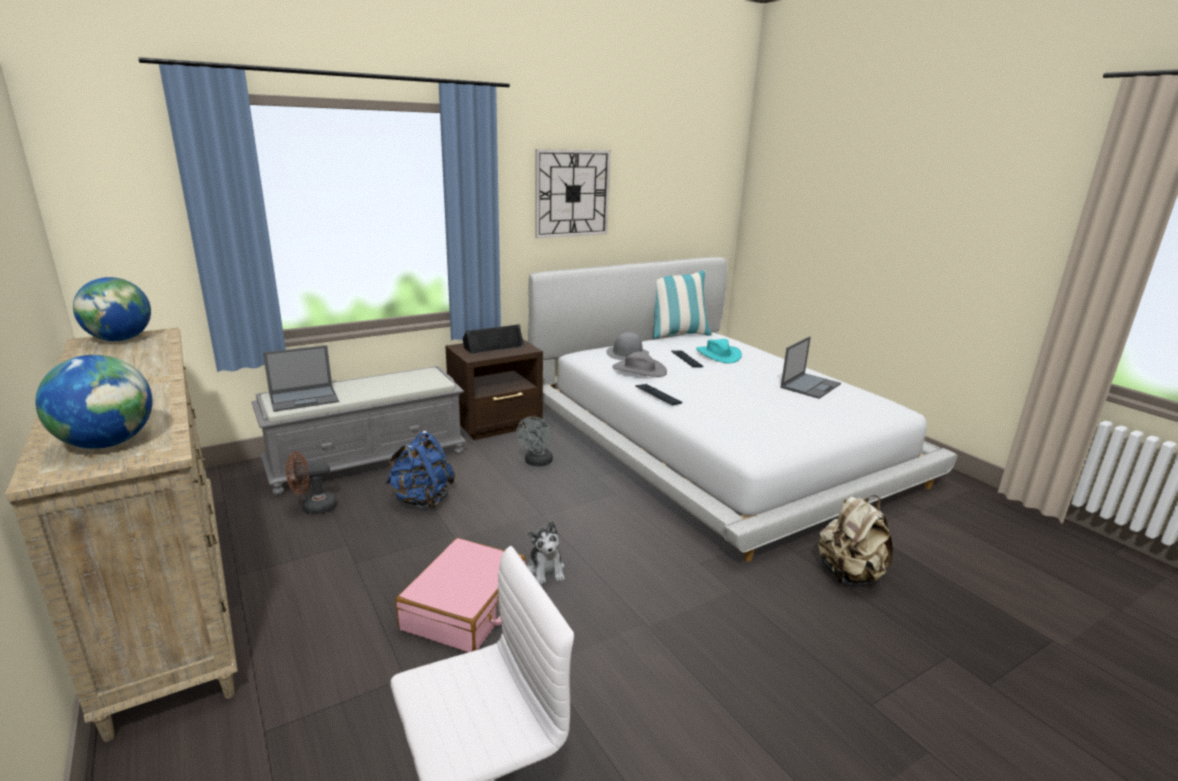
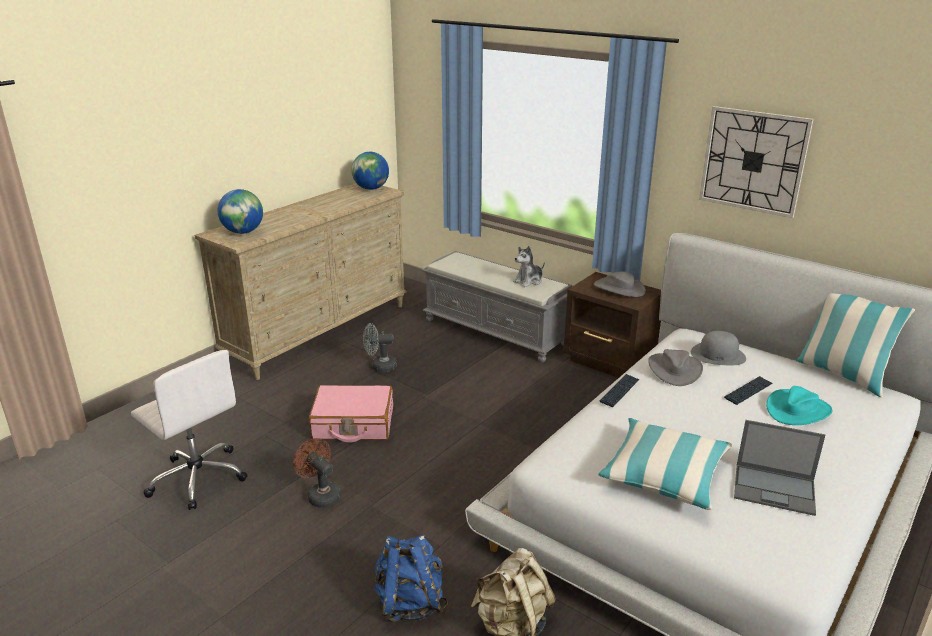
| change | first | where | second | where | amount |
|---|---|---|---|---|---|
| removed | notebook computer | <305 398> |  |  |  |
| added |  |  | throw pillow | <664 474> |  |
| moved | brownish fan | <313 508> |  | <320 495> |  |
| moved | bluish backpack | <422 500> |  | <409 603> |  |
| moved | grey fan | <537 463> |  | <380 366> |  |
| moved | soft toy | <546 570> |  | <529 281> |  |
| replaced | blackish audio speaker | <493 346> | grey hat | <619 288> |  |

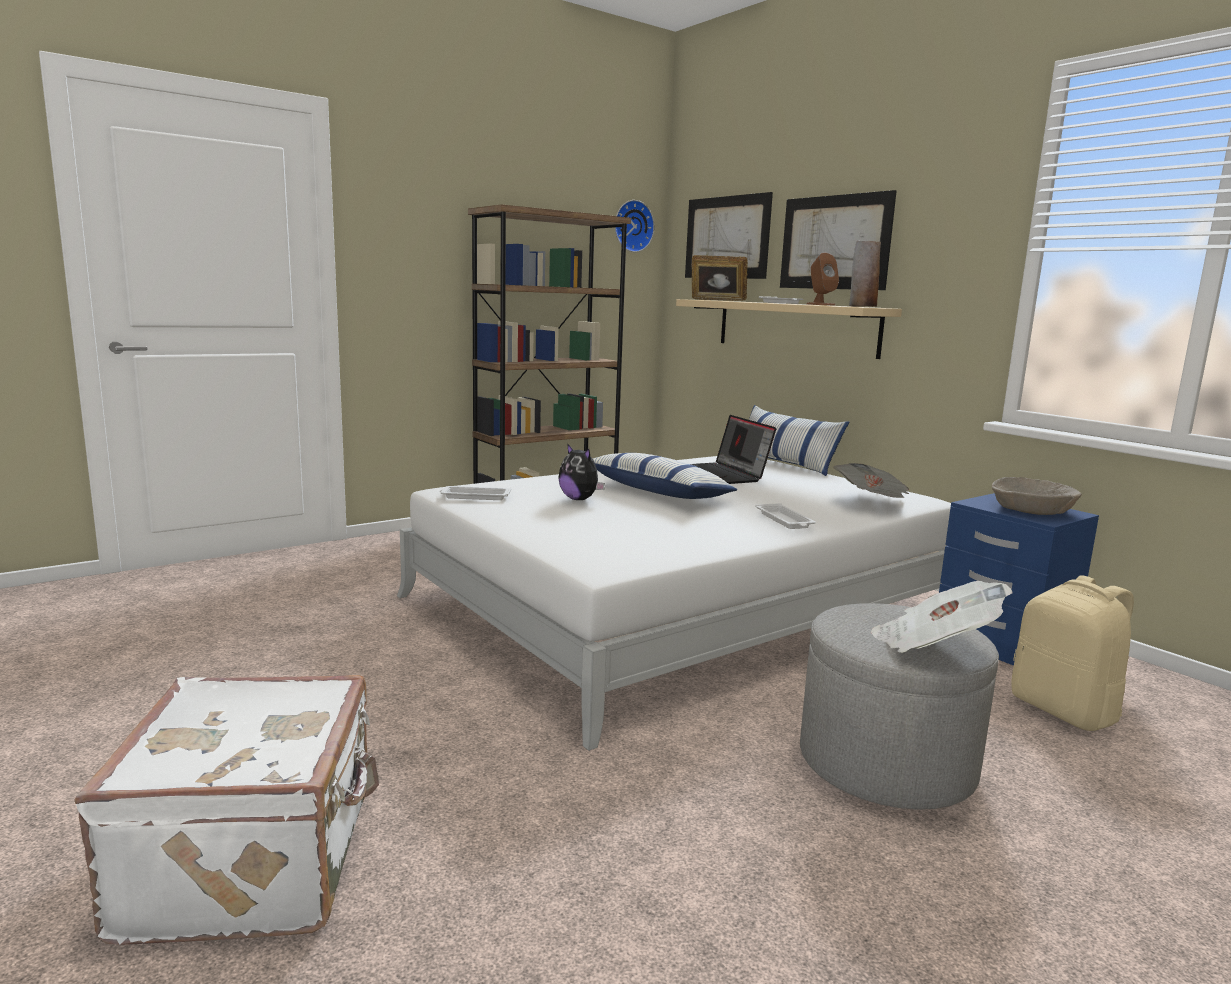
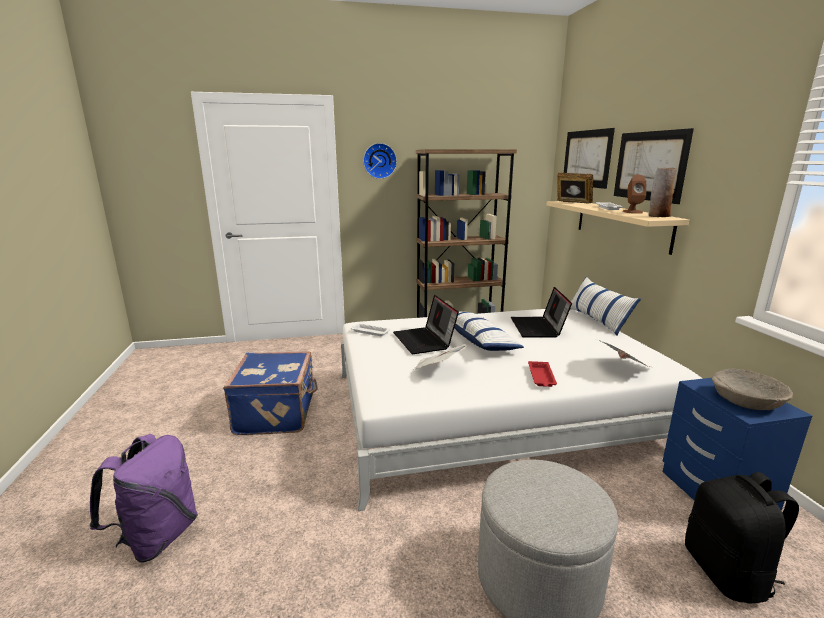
| change | first | where | second | where | amount |
|---|---|---|---|---|---|
| added |  |  | bluish piece of luggage | <277 413> |  |
| moved | wall clock | <632 226> |  | <379 161> |  |
| moved | printed paper | <933 645> |  | <438 370> |  |
| replaced | white-coloured piece of luggage | <257 861> | purple backpack | <157 537> |  |
| replaced | soft toy | <580 499> | notebook computer | <425 341> |  |
| recoloured | white-coloured serving tray | <784 521> | red serving tray | <541 377> |  |
| recoloured | beige backpack | <1065 711> | blackish backpack | <727 573> |  |

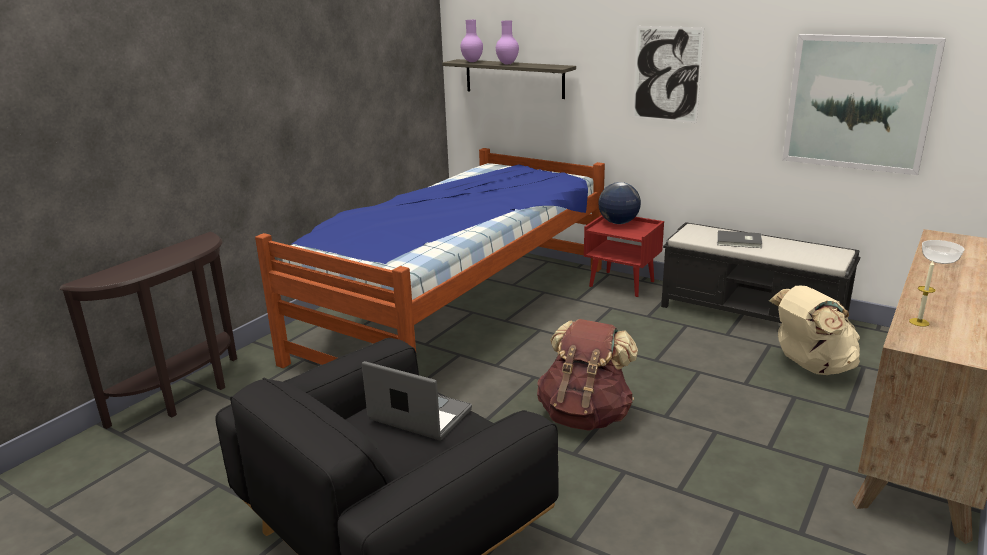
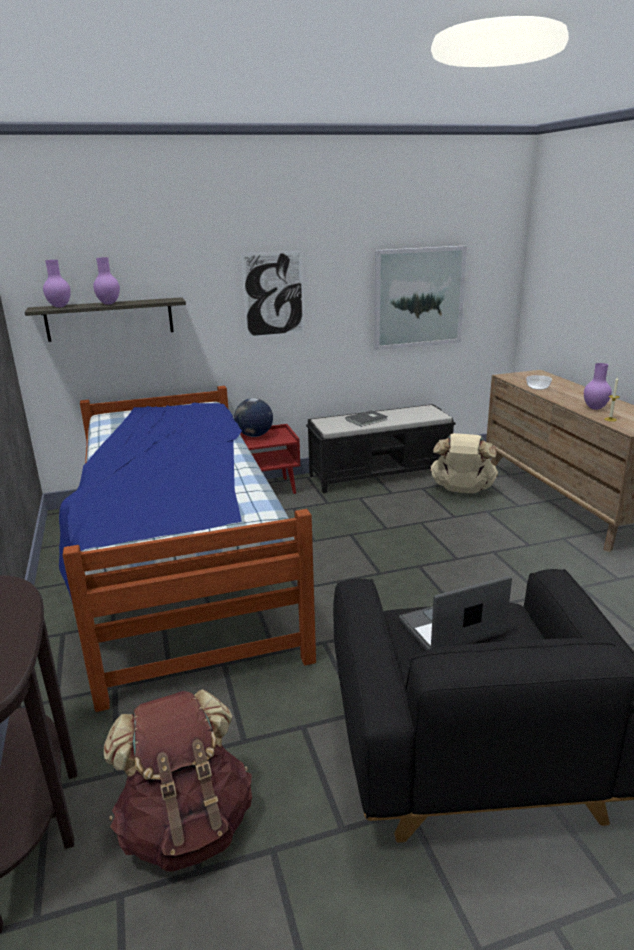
| change | first | where | second | where | amount |
|---|---|---|---|---|---|
| added |  |  | purple flower vase | <595 408> |  |
| moved | brownish backpack | <585 415> |  | <186 825> |  |

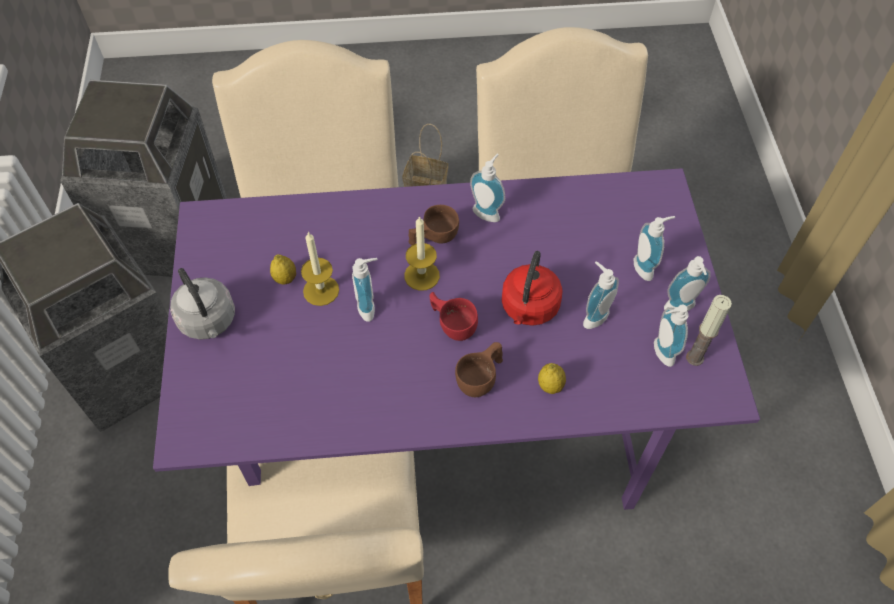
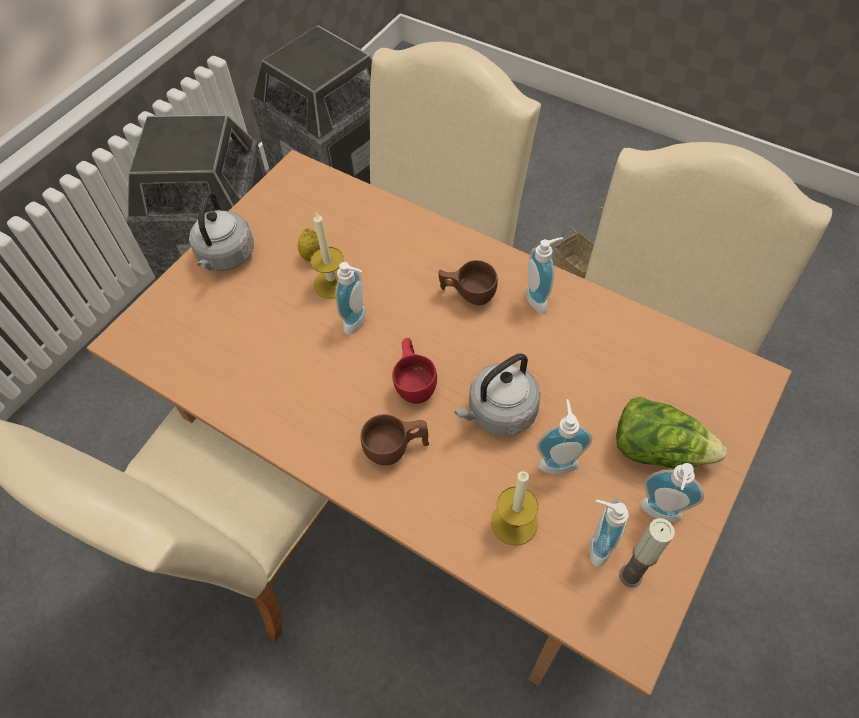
| change | first | where | second | where | amount |
|---|---|---|---|---|---|
| removed | lemon | <550 386> |  |  |  |
| moved | wax light | <422 275> |  | <514 522> |  |
| replaced | soap bottle | <646 267> | lettuce head | <658 448> |  |
| recoloured | purple kitchen table | <449 414> | brownish kitchen table | <439 479> |  |
| recoloured | red tea kettle | <529 309> | grey tea kettle | <499 413> |  |

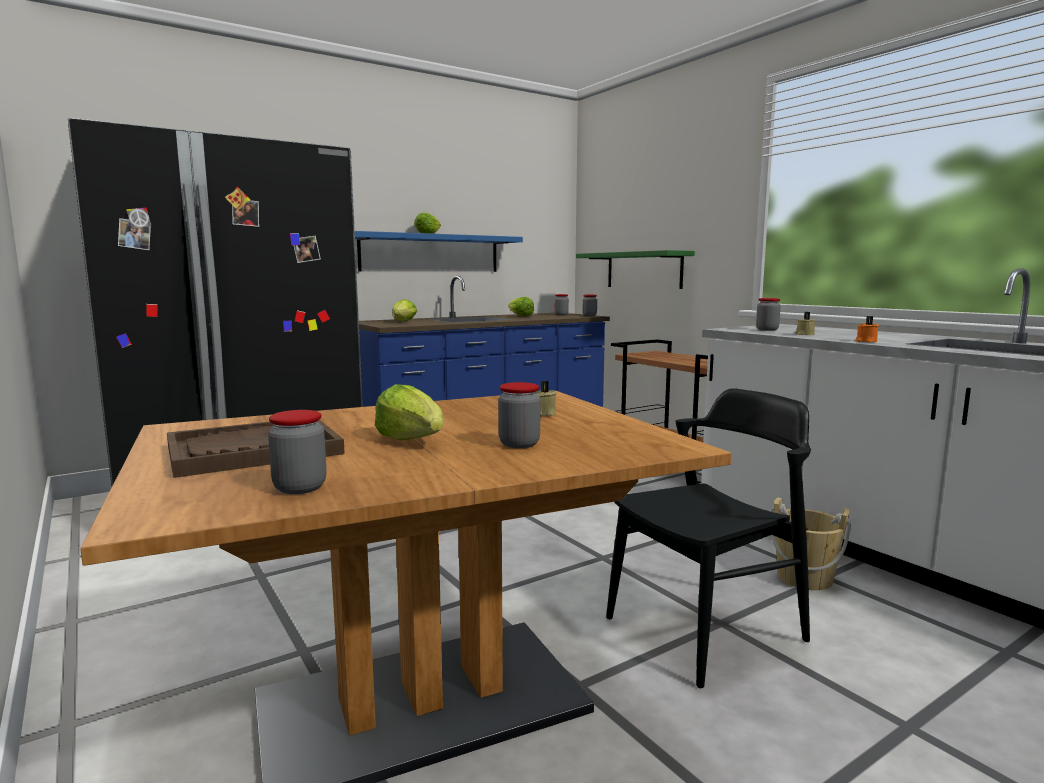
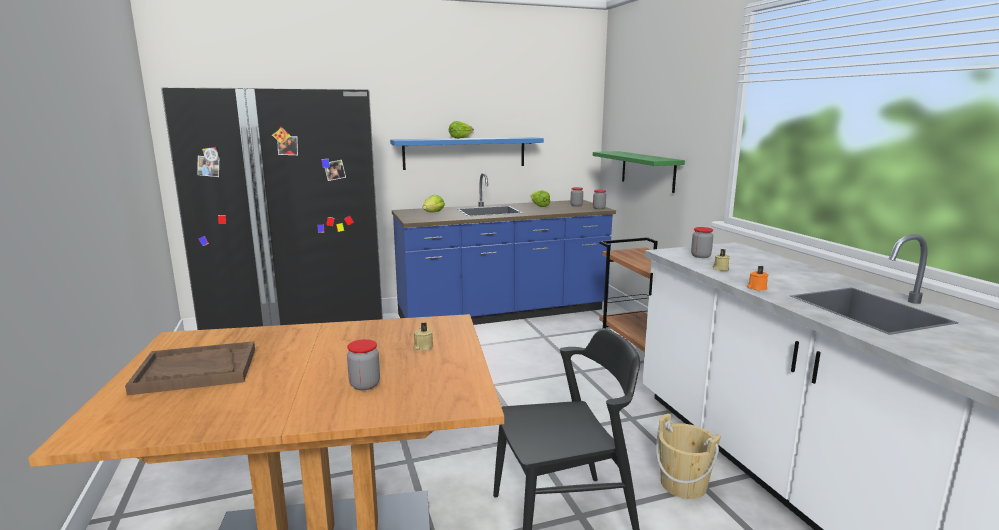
| change | first | where | second | where | amount |
|---|---|---|---|---|---|
| removed | jar | <300 487> |  |  |  |
| removed | lettuce head | <412 440> |  |  |  |

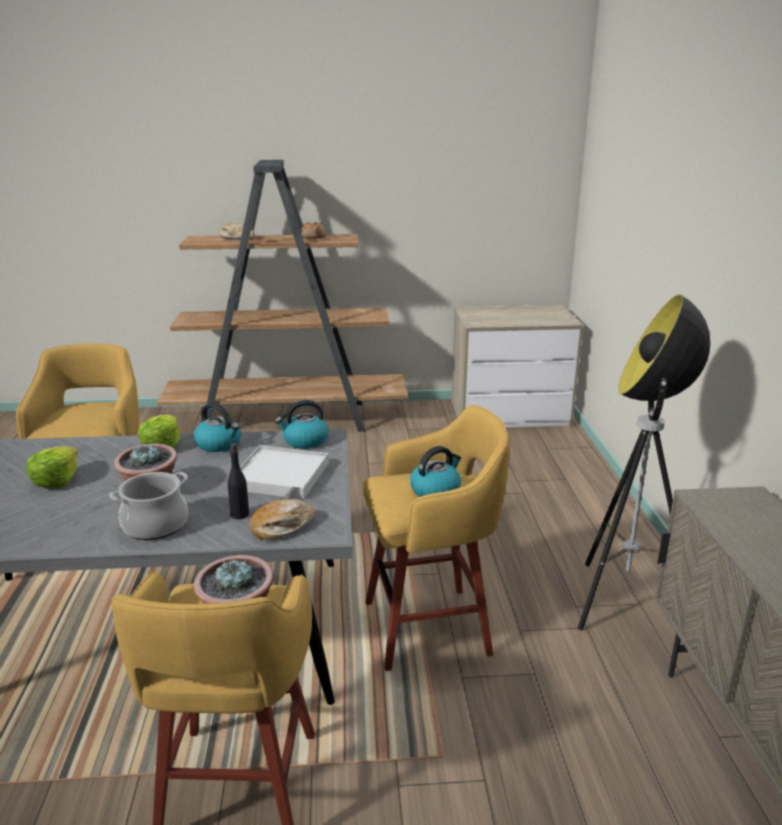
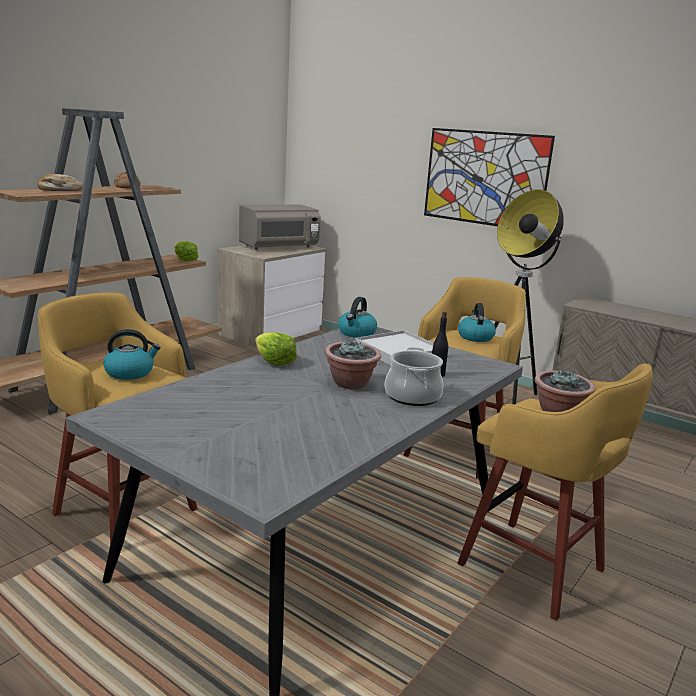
| change | first | where | second | where | amount |
|---|---|---|---|---|---|
| removed | bread | <282 526> |  |  |  |
| added |  |  | grey kitchen microwave | <279 247> |  |
| added |  |  | picture | <484 178> |  |
| moved | lettuce head | <56 480> |  | <185 259> |  |
| moved | tea kettle | <219 444> |  | <130 373> |  |

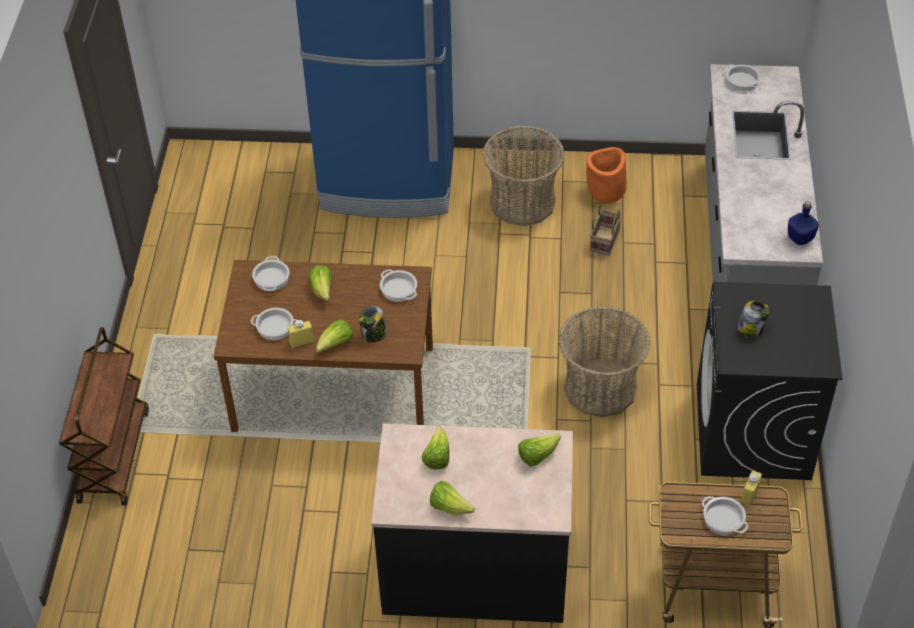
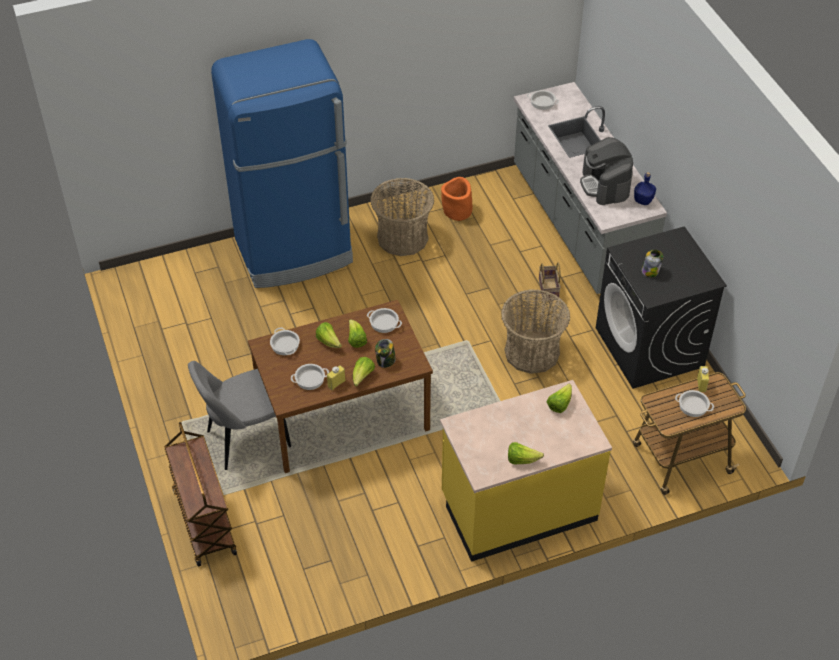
| change | first | where | second | where | amount |
|---|---|---|---|---|---|
| added |  |  | grey plain chair | <244 440> |  |
| added |  |  | coffee brewer | <605 185> |  |
| moved | lettuce head | <437 457> |  | <356 340> |  |
| moved | storage basket | <604 239> |  | <547 288> |  |
| recoloured | blackish counter | <475 570> | yellowish counter | <518 507> |  |

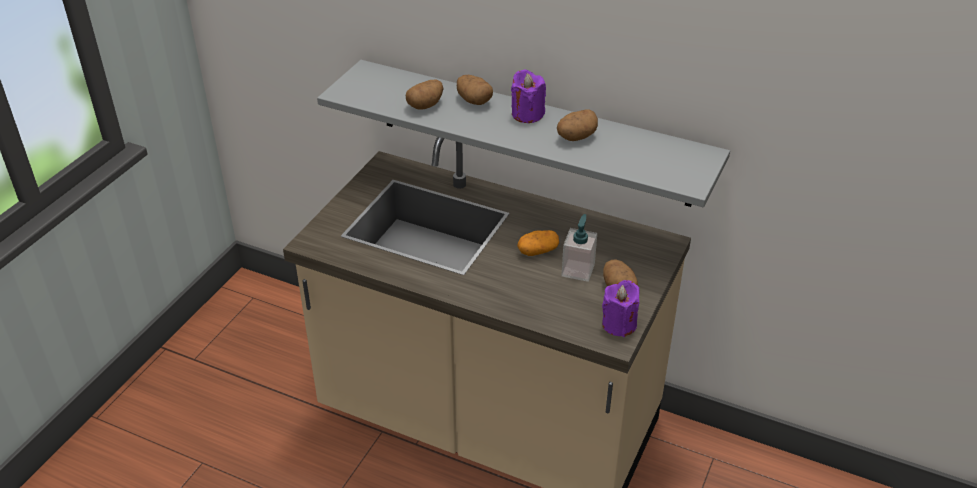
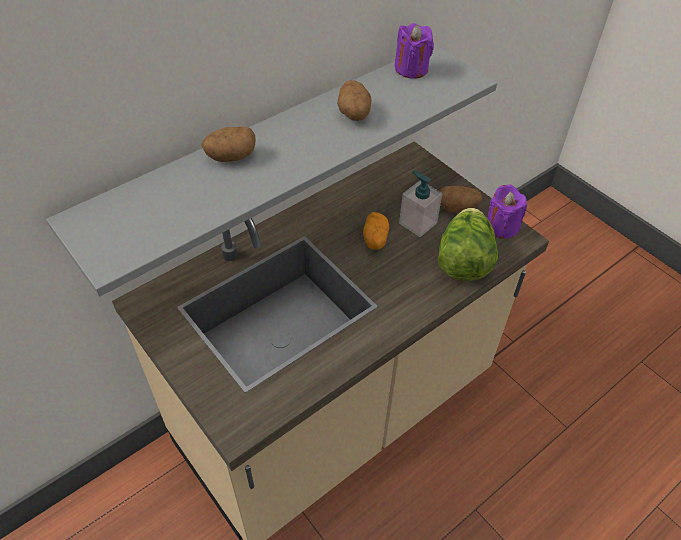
| change | first | where | second | where | amount |
|---|---|---|---|---|---|
| removed | whole potato | <425 105> |  |  |  |
| added |  |  | lettuce head | <463 261> |  |
| moved | purple wax light | <527 114> |  | <411 69> |  |

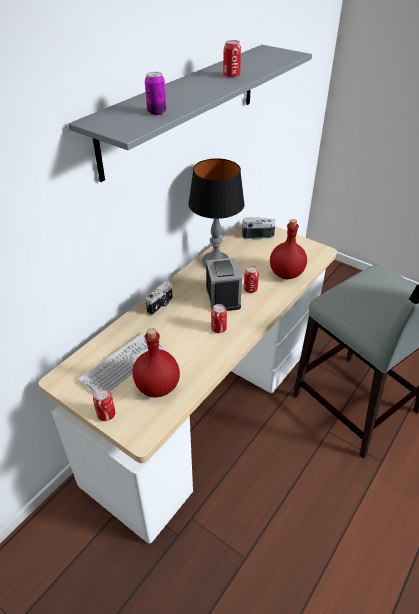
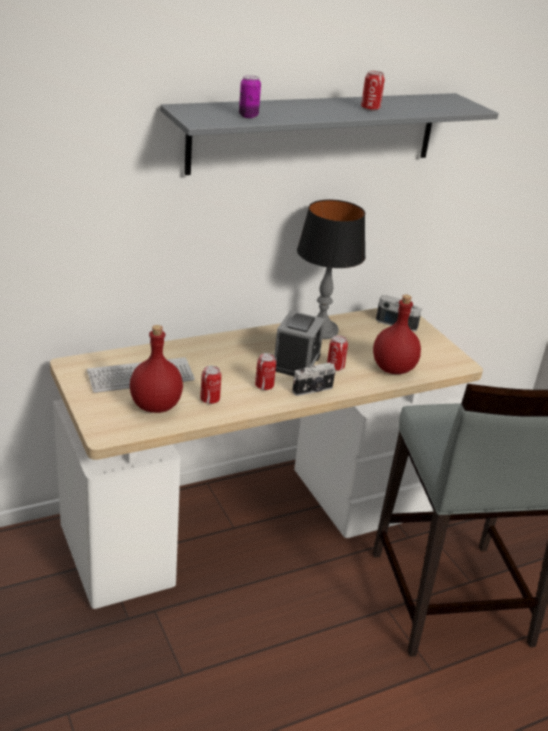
| change | first | where | second | where | amount |
|---|---|---|---|---|---|
| moved | sealed can | <106 414> |  | <210 399> |  |
| moved | photo camera | <161 305> |  | <313 390> |  |

